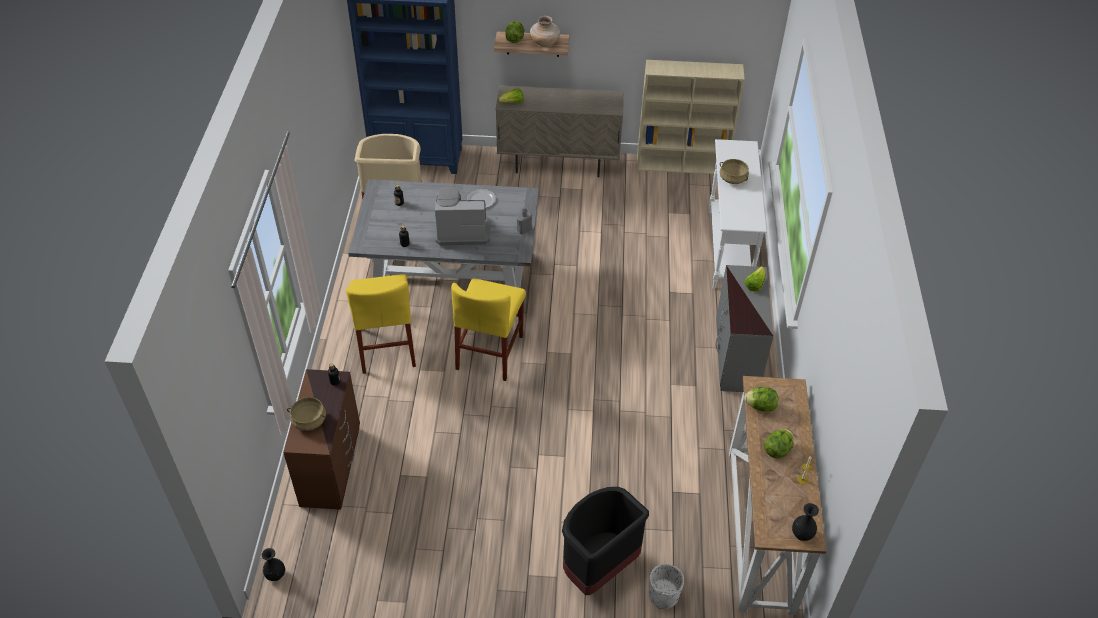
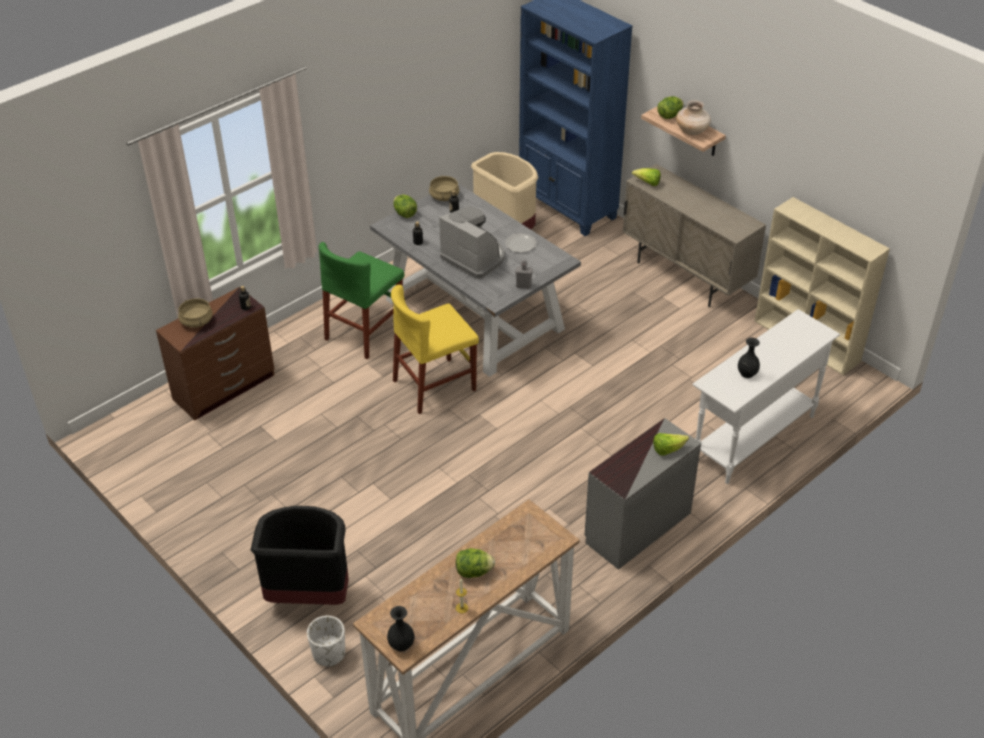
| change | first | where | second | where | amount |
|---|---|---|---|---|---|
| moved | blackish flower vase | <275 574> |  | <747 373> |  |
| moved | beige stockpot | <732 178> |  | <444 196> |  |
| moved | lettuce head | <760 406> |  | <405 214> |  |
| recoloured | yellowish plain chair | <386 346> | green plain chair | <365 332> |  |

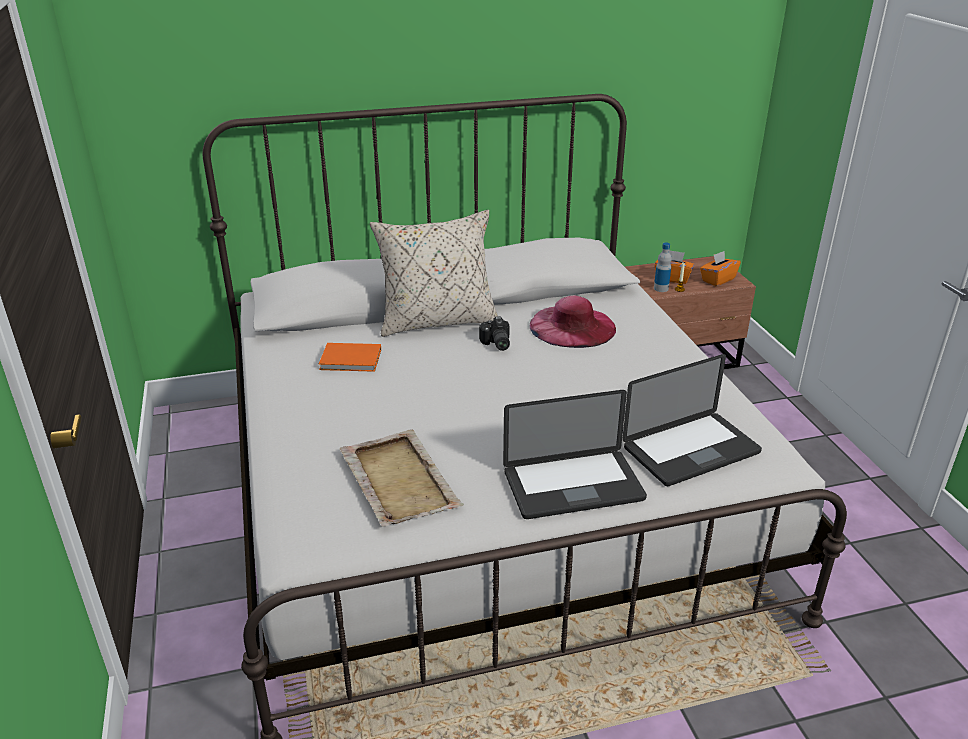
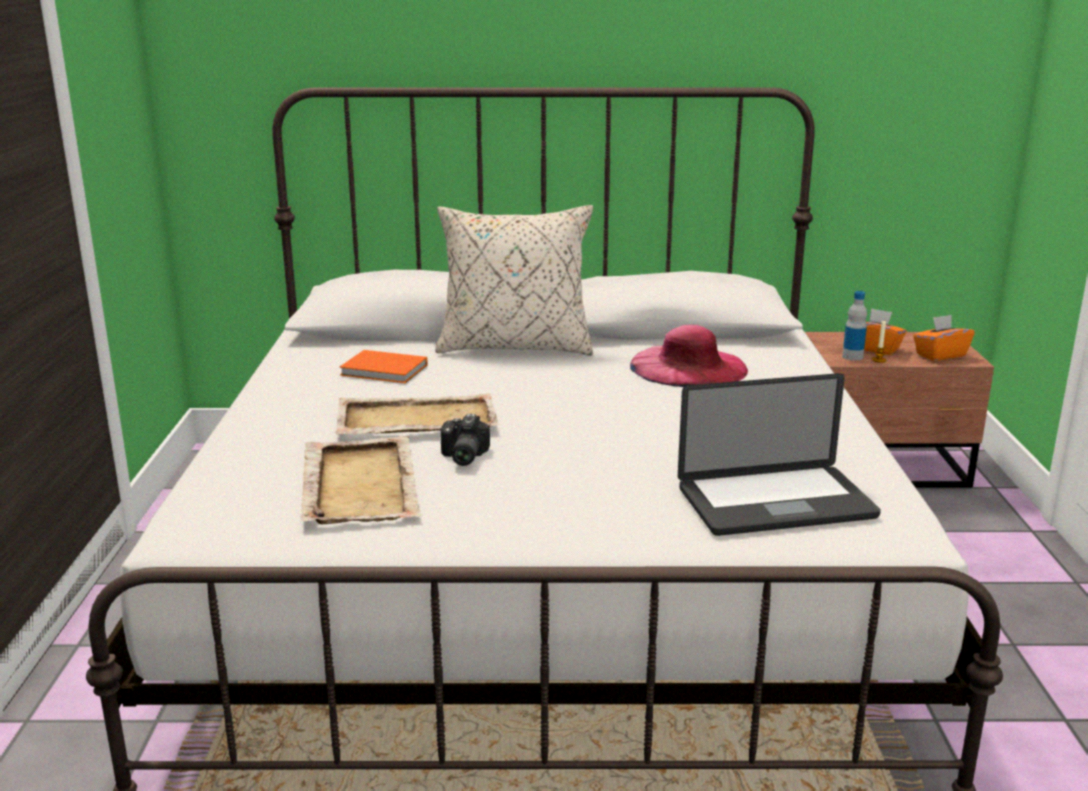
| change | first | where | second | where | amount |
|---|---|---|---|---|---|
| removed | notebook computer | <573 486> |  |  |  |
| added |  |  | beige serving tray | <415 420> |  |
| moved | photo camera | <495 344> |  | <461 457> |  |

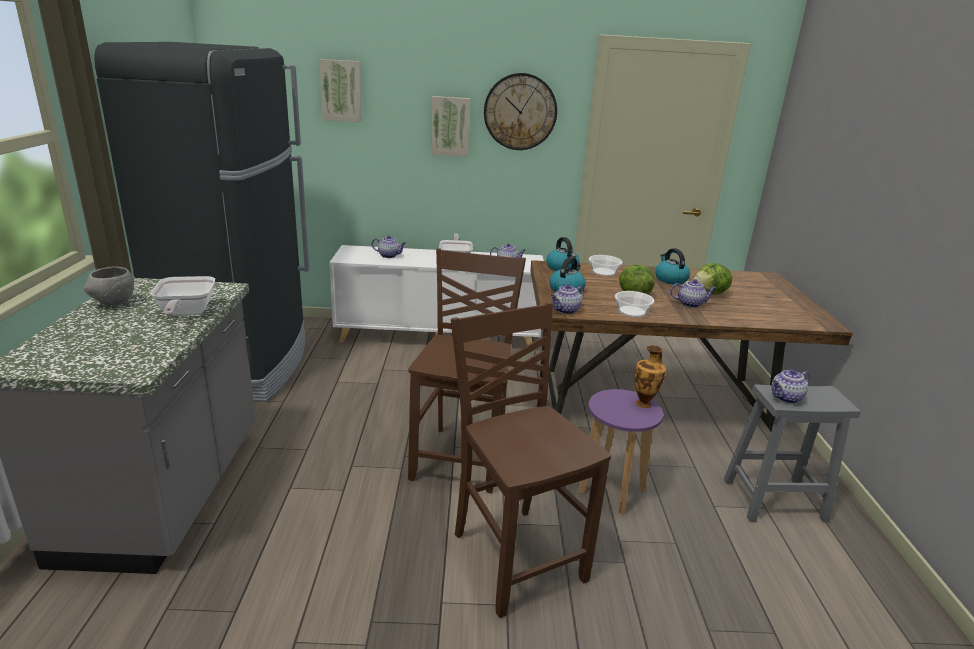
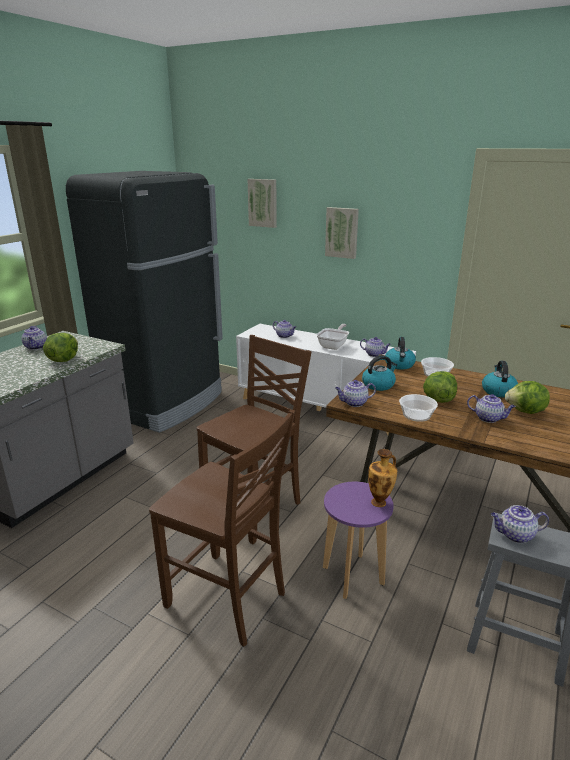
| change | first | where | second | where | amount |
|---|---|---|---|---|---|
| removed | wall clock | <520 112> |  |  |  |
| replaced | grey bowl | <114 304> | tea pot | <36 347> |  |
| replaced | pan | <185 313> | lettuce head | <63 360> |  |
| turned | brownish plain chair | <516 556> |  | <228 600> | 120 degrees clockwise |

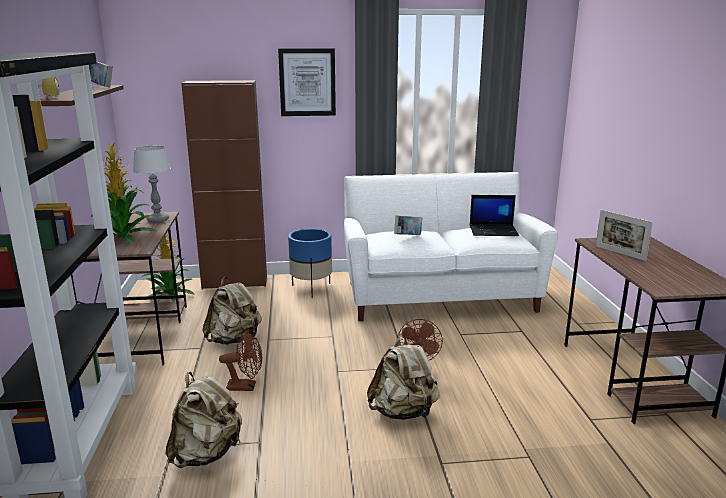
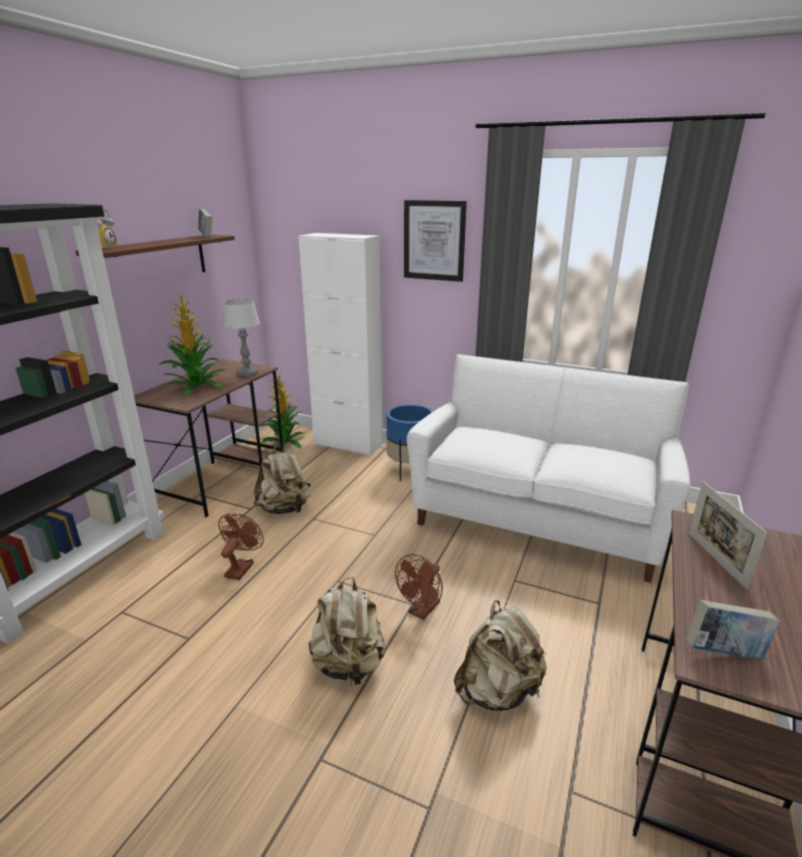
| change | first | where | second | where | amount |
|---|---|---|---|---|---|
| removed | notebook computer | <494 231> |  |  |  |
| moved | beige backpack | <206 454> |  | <497 690> |  |
| moved | book | <408 236> |  | <724 652> |  |
| recoloured | brownish cabinet | <235 282> | white-coloured cabinet | <348 444> |  |
| turned | brownish fan | <246 387> |  | <241 567> | 105 degrees counterclockwise |

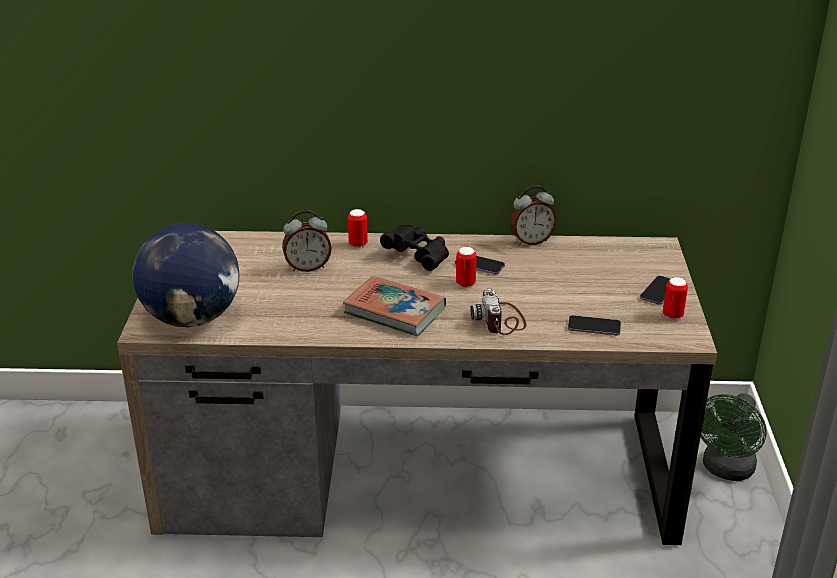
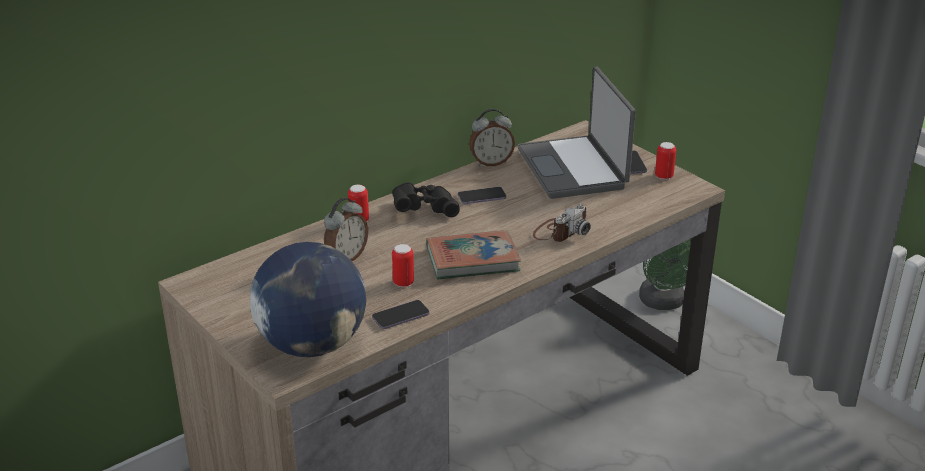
| change | first | where | second | where | amount |
|---|---|---|---|---|---|
| added |  |  | notebook computer | <574 169> |  |
| moved | sealed can | <465 283> |  | <403 283> |  |
| moved | phone | <594 327> |  | <400 316> |  |
| turned | photo camera | <501 320> |  | <560 231> | 90 degrees counterclockwise |
| turned | alarm clock | <531 241> |  | <491 162> | 45 degrees clockwise |

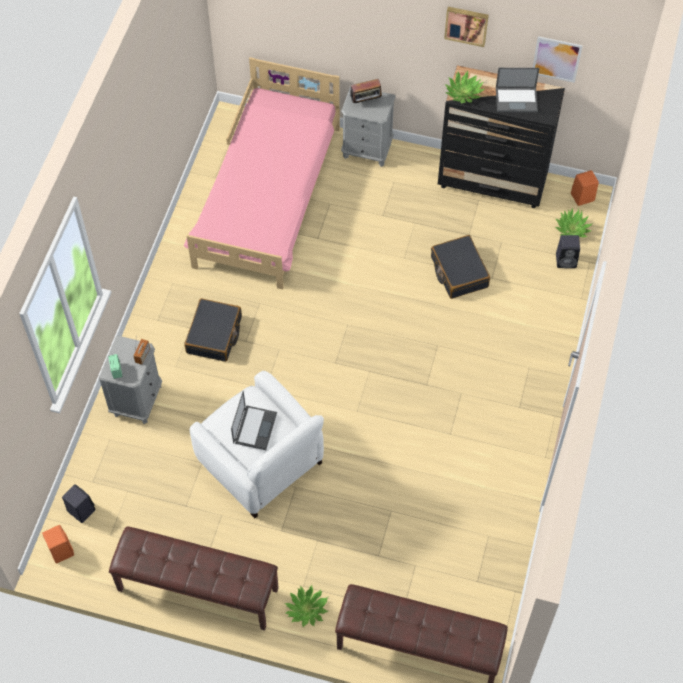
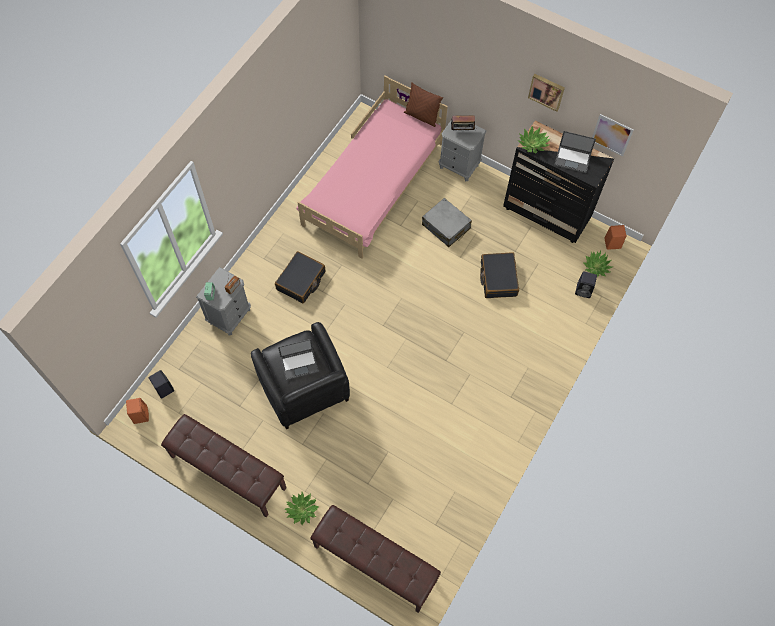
| change | first | where | second | where | amount |
|---|---|---|---|---|---|
| added |  |  | brownish throw pillow | <421 116> |  |
| added |  |  | grey piece of luggage | <446 227> |  |
| recoloured | white-coloured armchair | <261 463> | blackish armchair | <304 388> |  |
| turned | notebook computer | <255 427> |  | <300 364> | 45 degrees clockwise |

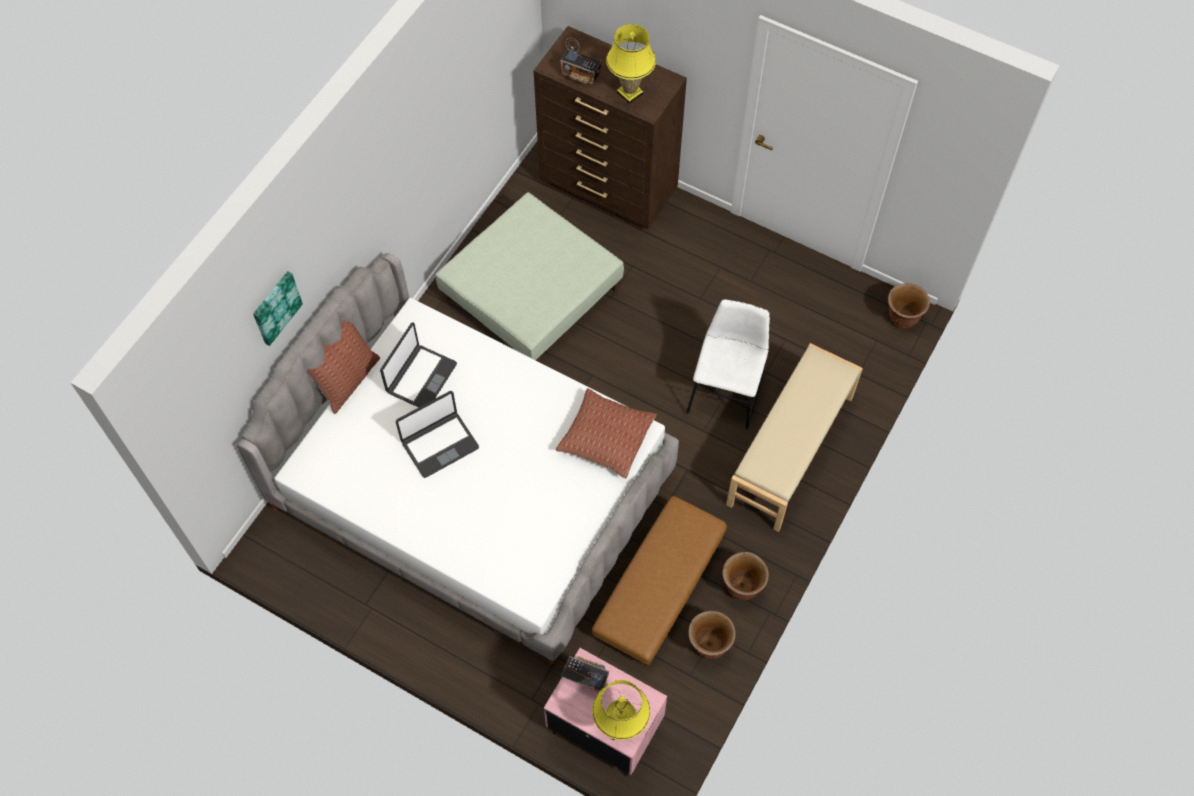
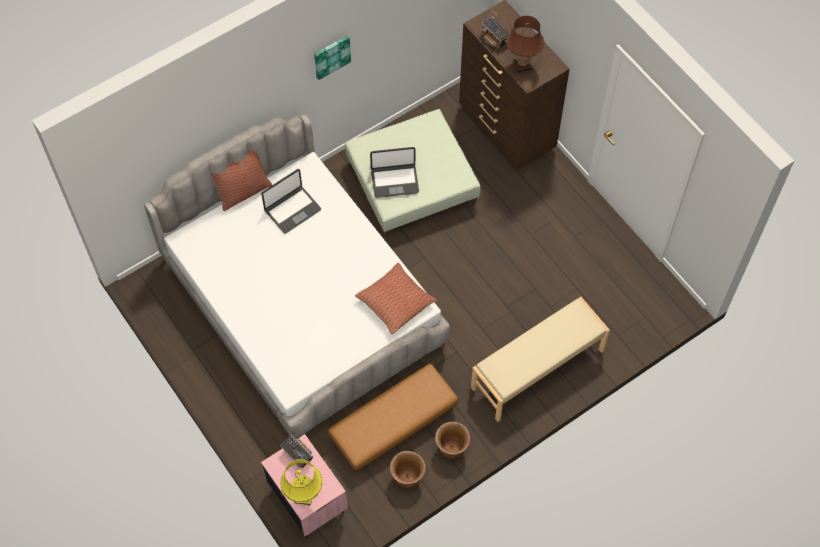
| change | first | where | second | where | amount |
|---|---|---|---|---|---|
| removed | white-coloured plain chair | <726 389> |  |  |  |
| removed | brownish planter | <902 318> |  |  |  |
| moved | picture | <275 307> |  | <331 56> |  |
| moved | notebook computer | <439 444> |  | <394 181> |  |
| recoloured | yellowish table lamp | <630 93> | brownish table lamp | <522 65> |  |

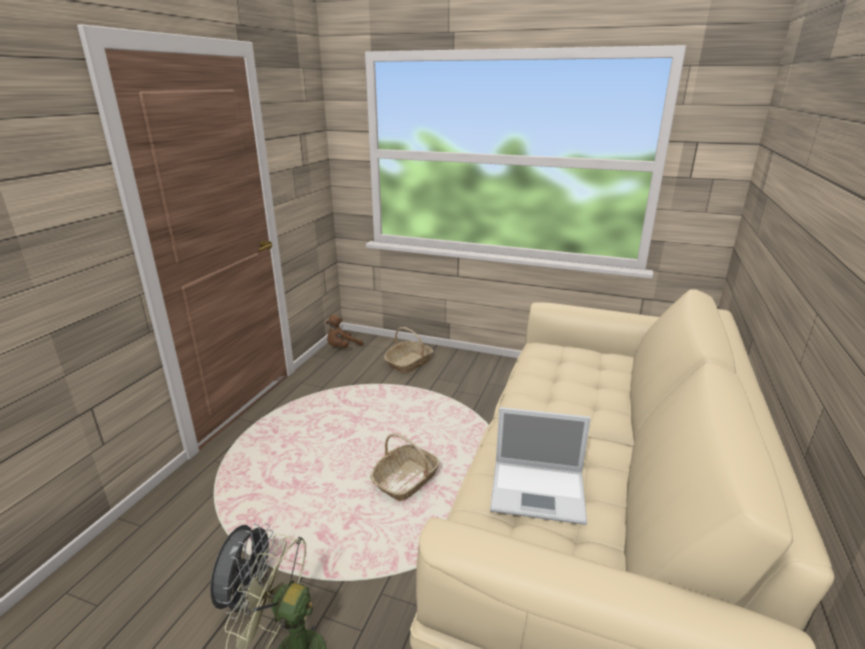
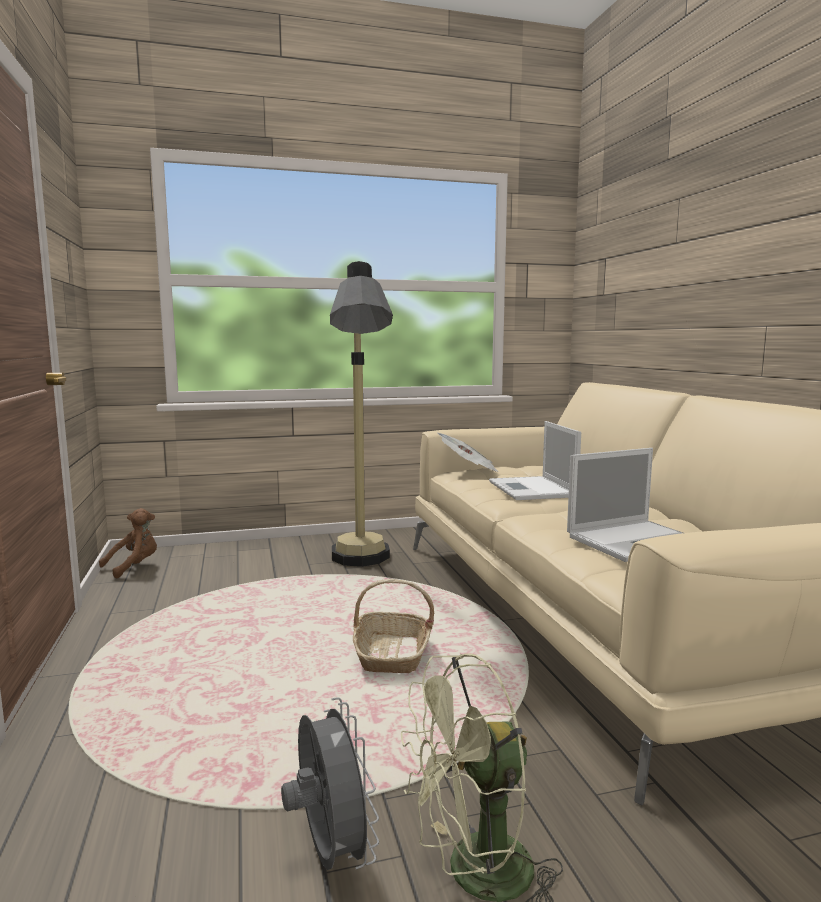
| change | first | where | second | where | amount |
|---|---|---|---|---|---|
| removed | storage basket | <409 363> |  |  |  |
| added |  |  | standing lamp | <362 566> |  |
| added |  |  | printed paper | <468 469> |  |
| added |  |  | notebook computer | <532 489> |  |
| turned | brownish soft toy | <342 347> |  | <134 566> | 150 degrees counterclockwise |

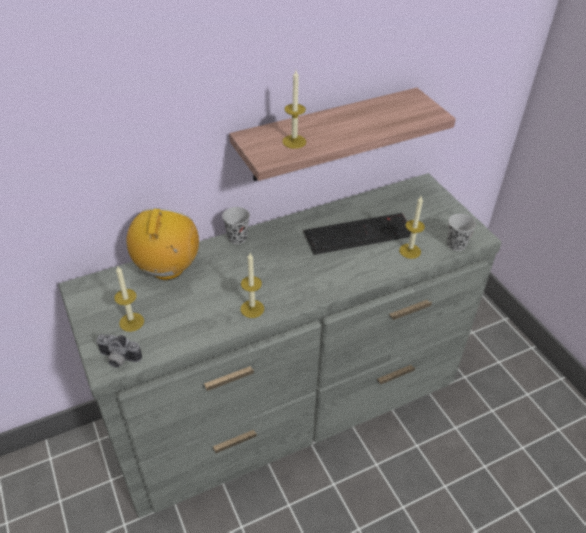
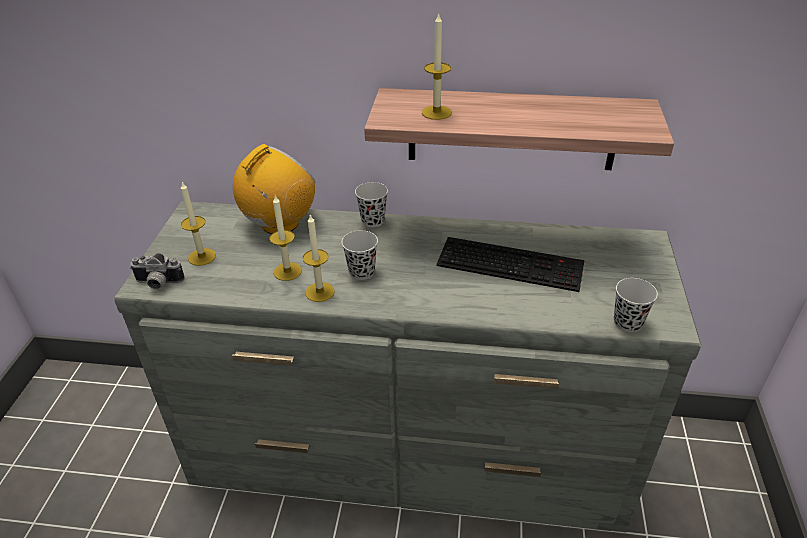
| change | first | where | second | where | amount |
|---|---|---|---|---|---|
| added |  |  | blackish drinking cup | <361 272> |  |
| moved | wax light | <410 251> |  | <287 271> |  |
| turned | photo camera | <118 359> |  | <158 284> | 45 degrees counterclockwise |

